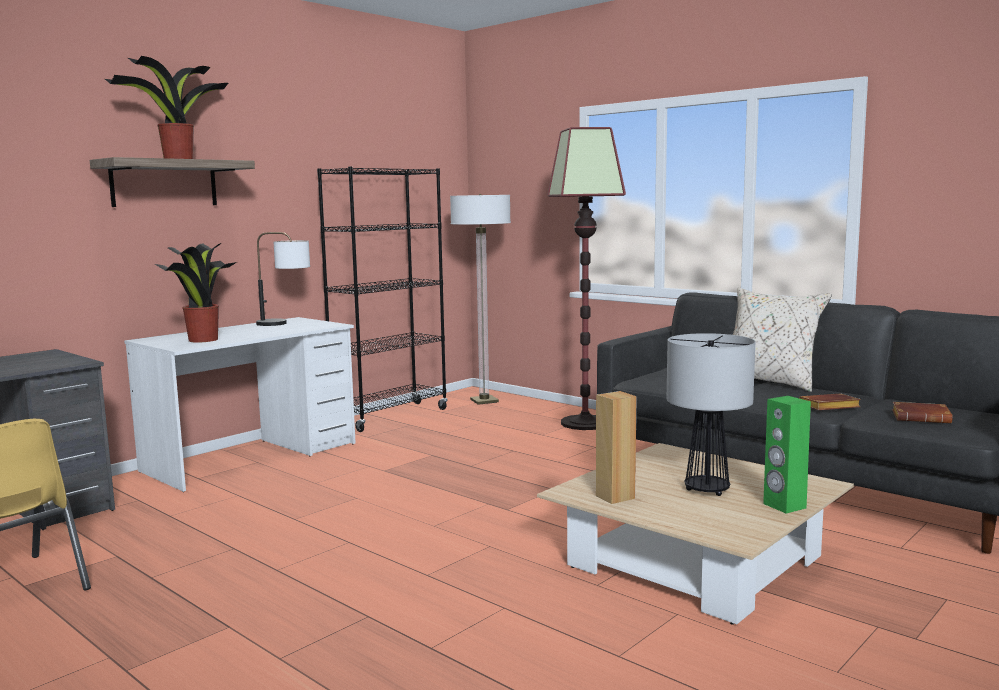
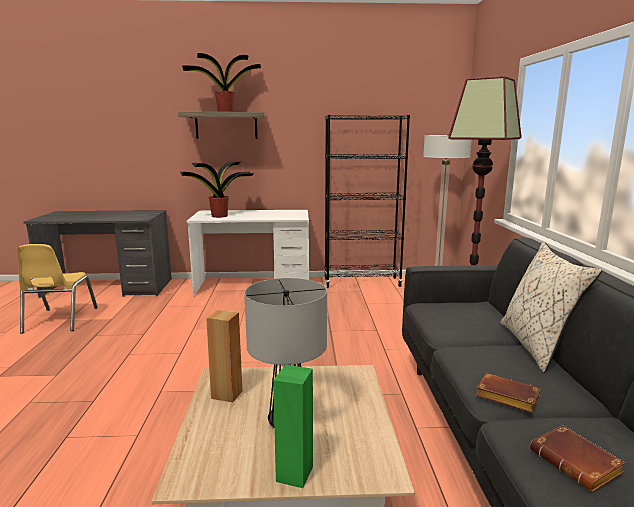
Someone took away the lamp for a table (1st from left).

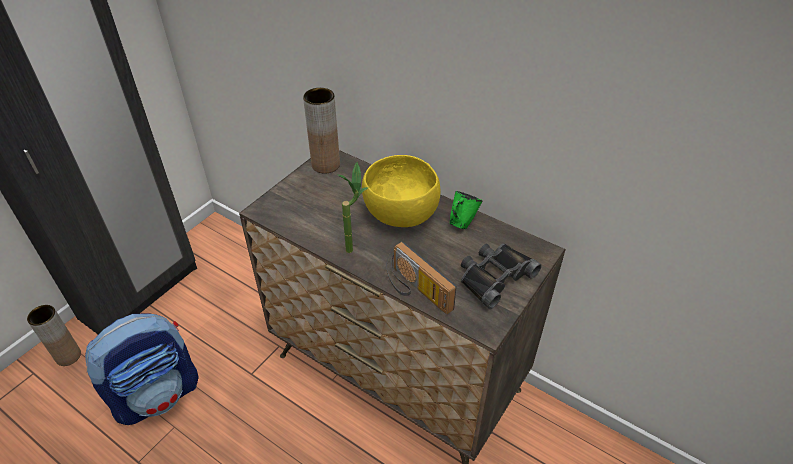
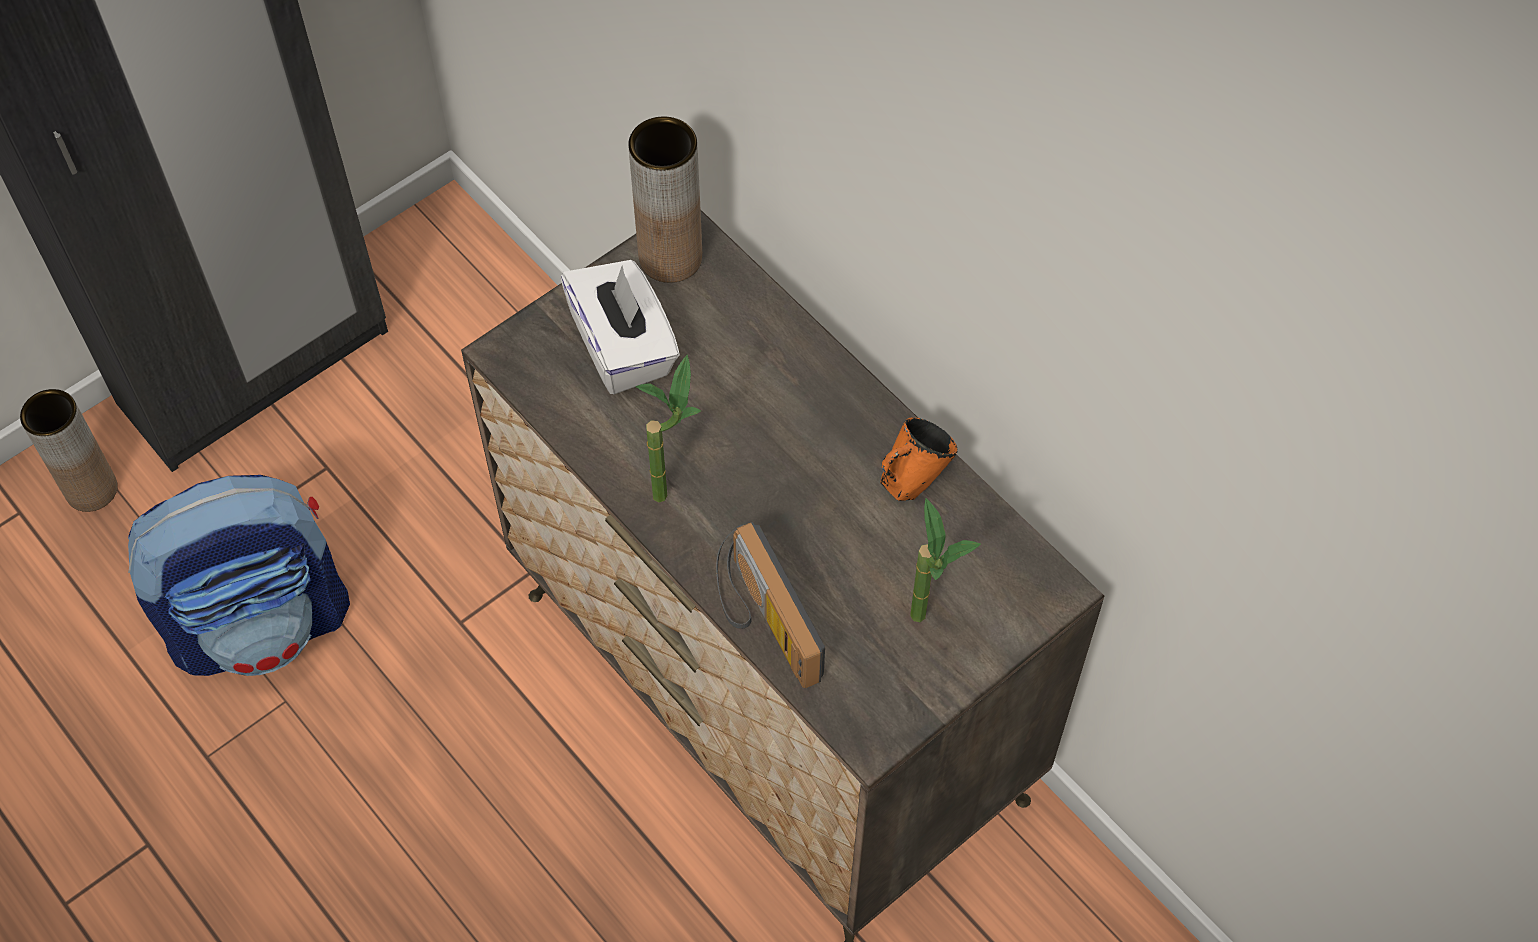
Someone took away the yellow deep dish.
Someone repainted the green mug, which became the orange mug.
Someone swapped the black-coloured field glasses for the houseplant (2nd from left).
Someone put down the white tissue box.

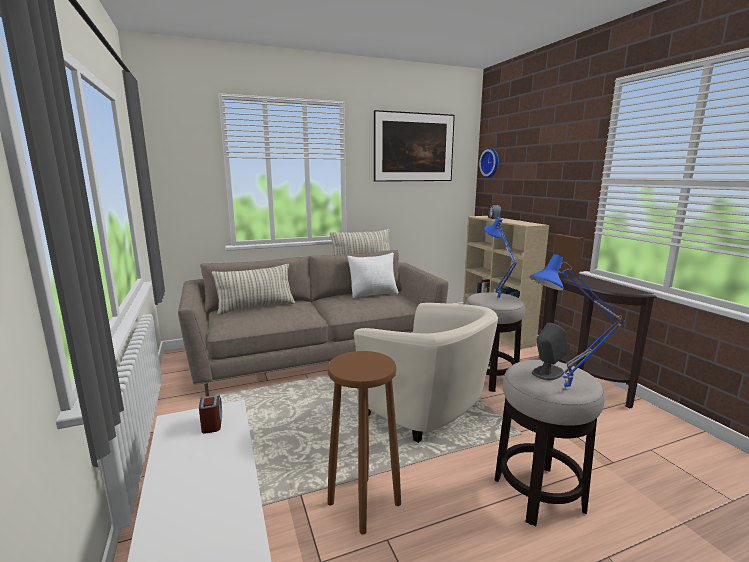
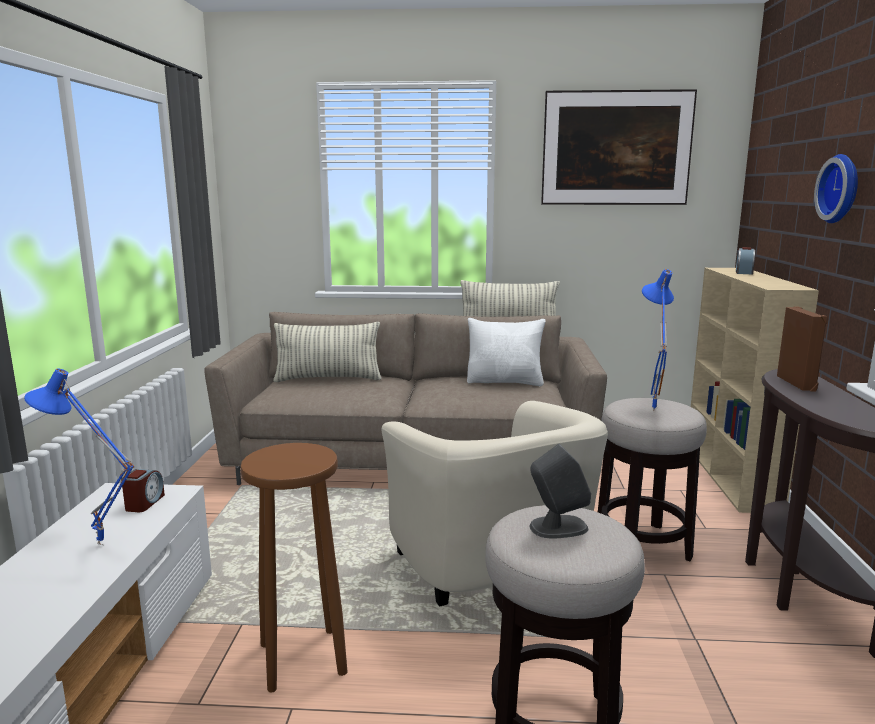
Someone carried the hanging clock.
Someone carried the bluish lamp for a table (2nd from left in the first image).

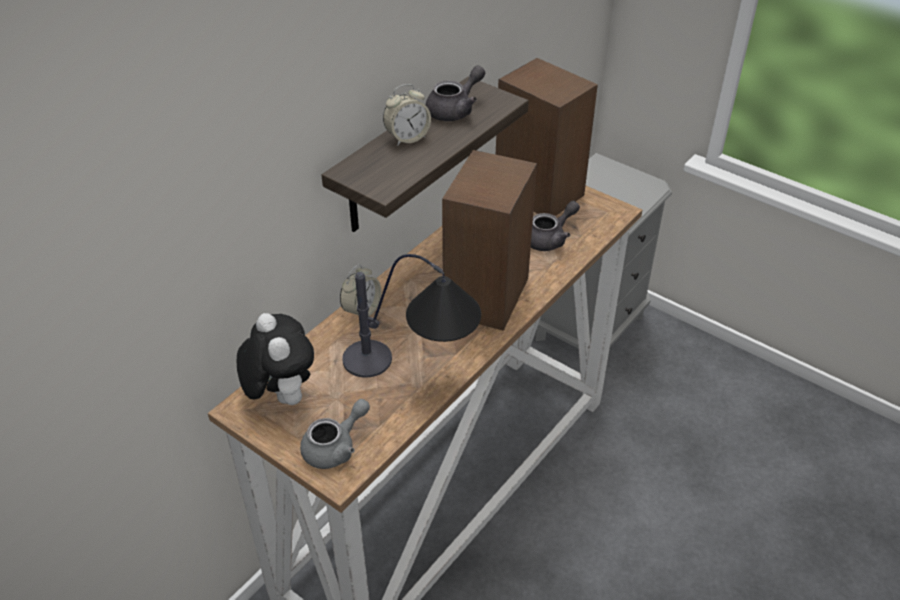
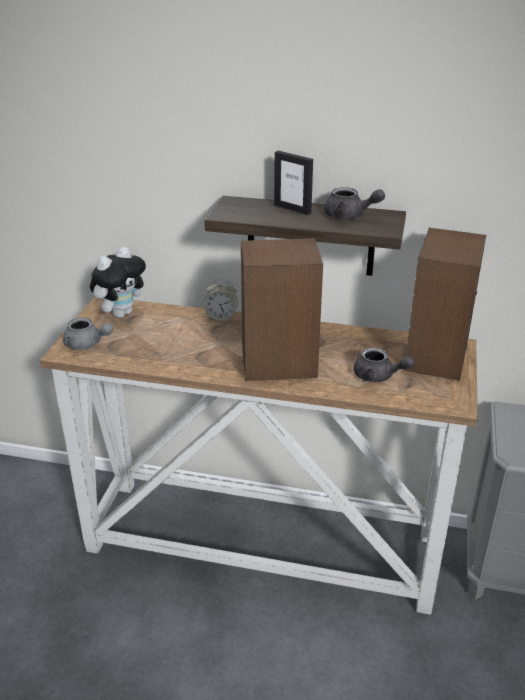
Someone swapped the bedside clock (2nd from left) for the picture frame.
Someone took away the lamp for a table.

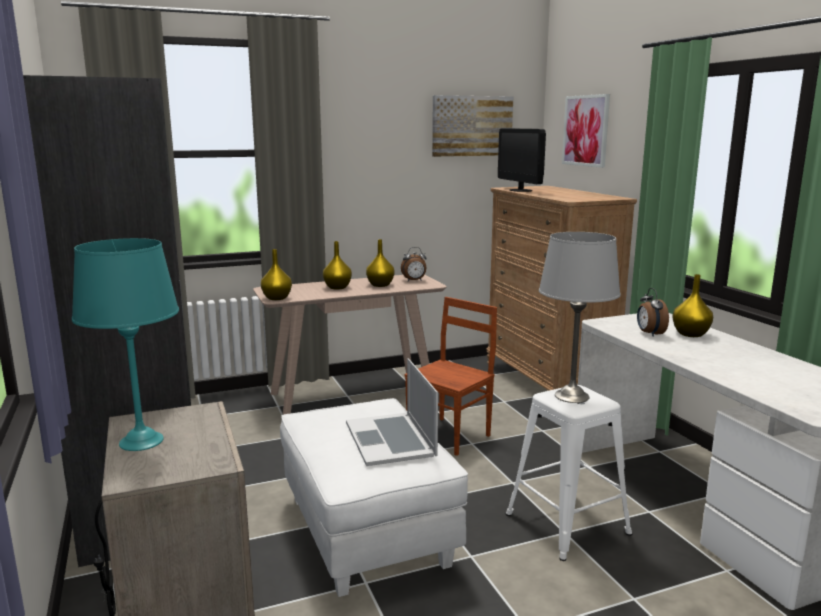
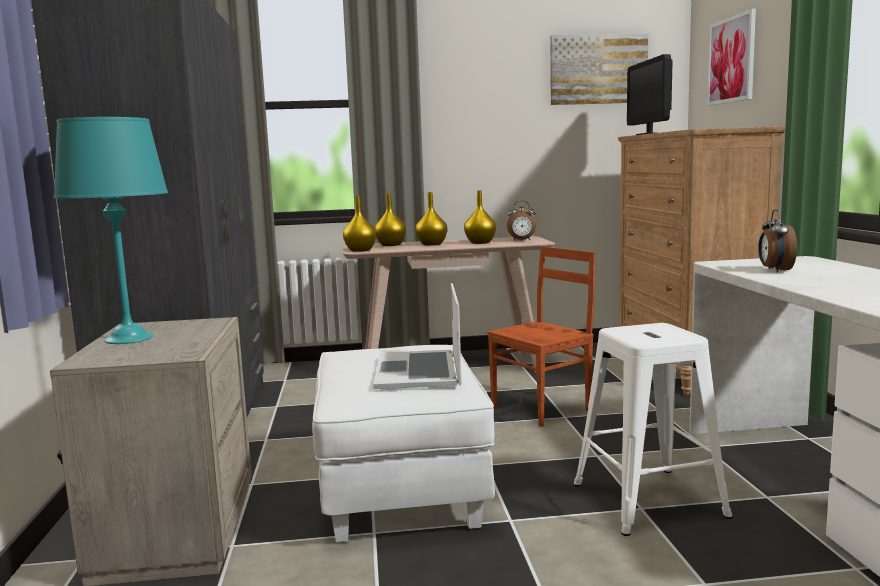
Someone took away the greyish lamp for a table.
Someone carried the yellow vase (4th from left in the first image).

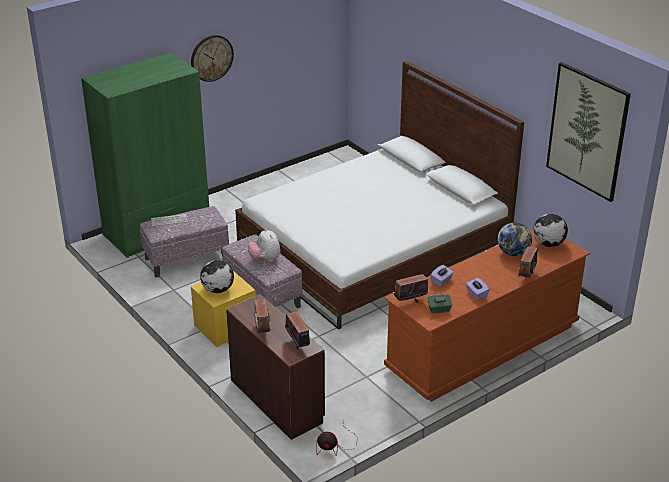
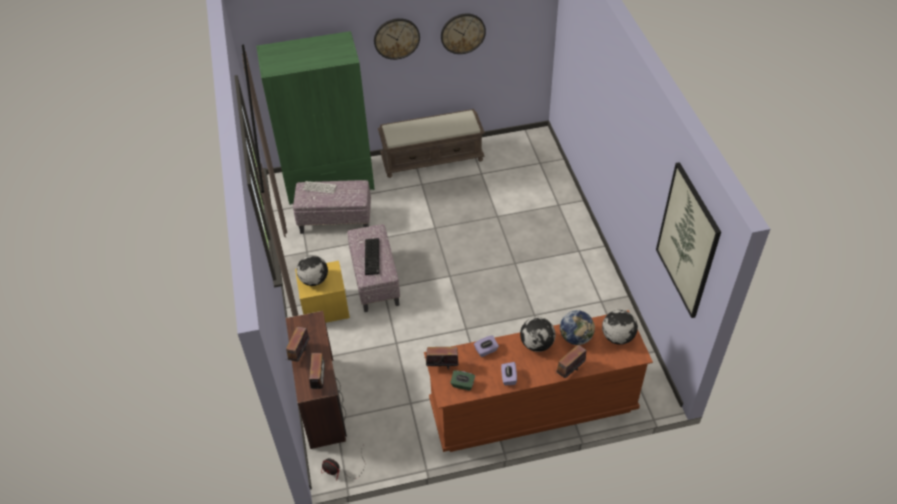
Someone took away the bed.
Someone swapped the plush toy for the computer keyboard (2nd from left).
Someone put up the hanging clock (2nd from left).
Someone put down the brownish long seat.
Someone put down the world globe (2nd from left).

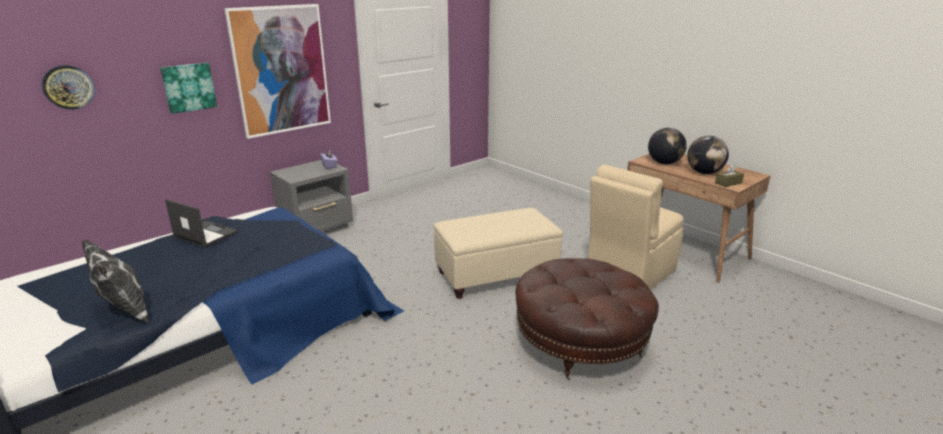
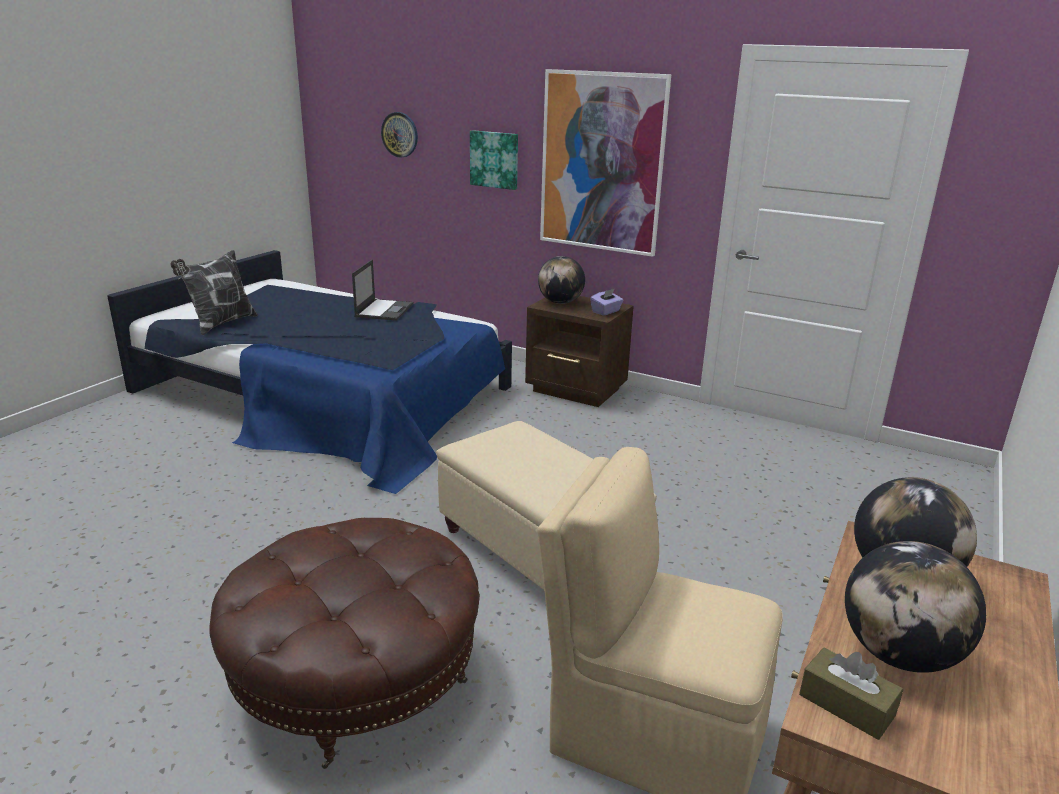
Someone repainted the greyish nightstand, which became the brownish nightstand.
Someone put down the world globe (1st from left).

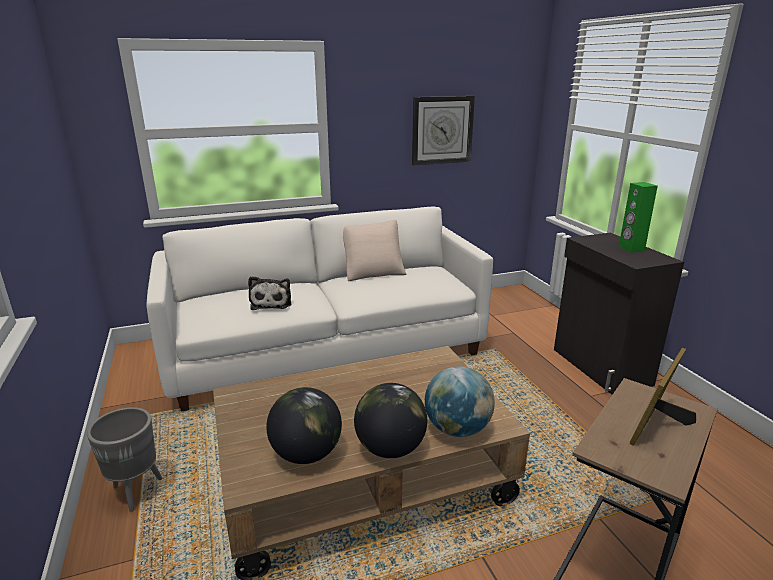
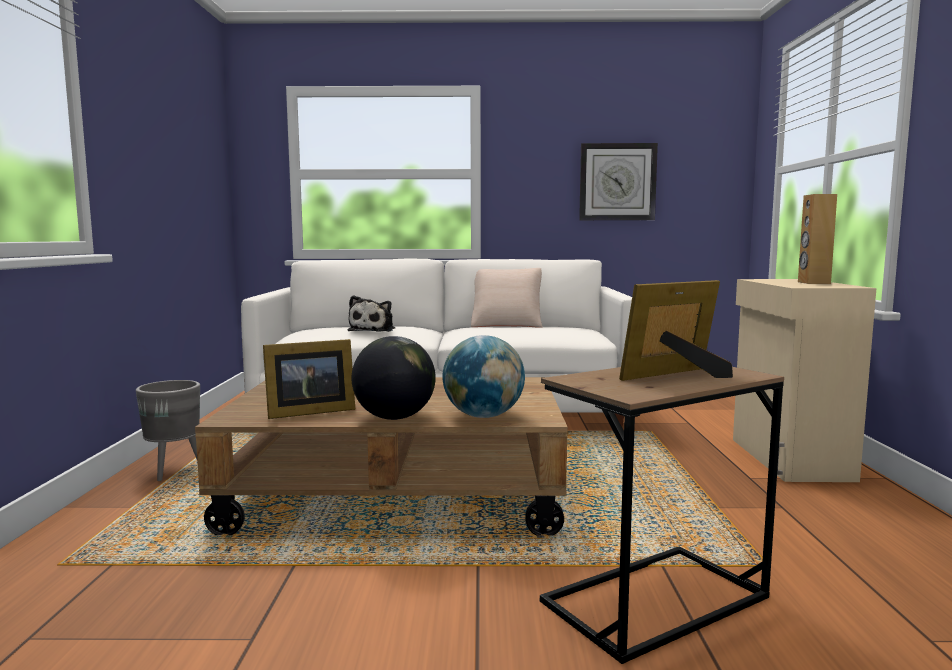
Someone repainted the green audio speaker, which became the brownish audio speaker.
Someone repainted the black-coloured storage cabinet, which became the beige-coloured storage cabinet.
Someone swapped the world globe (1st from left) for the picture frame (1st from left).

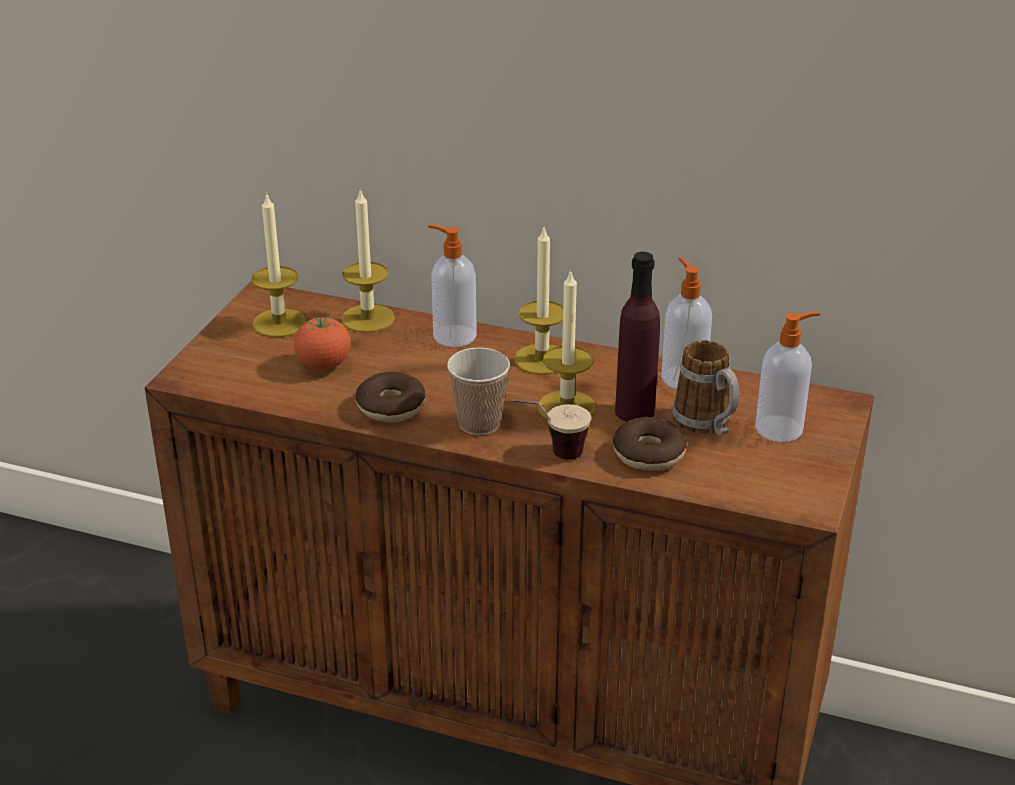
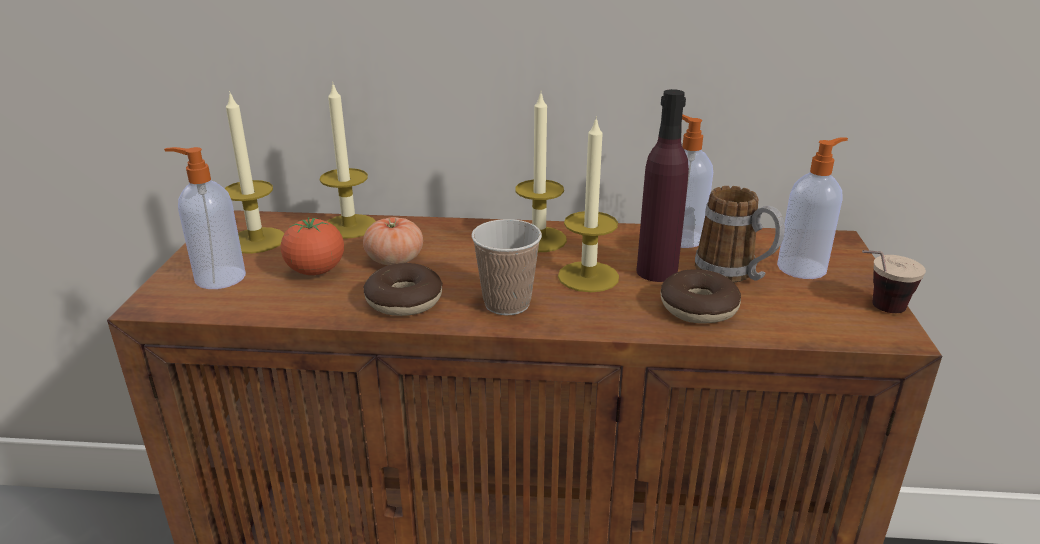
Someone carried the soap bottle (1st from left).
Someone carried the small cup (2nd from left).
Someone put down the whole tomato (2nd from left).

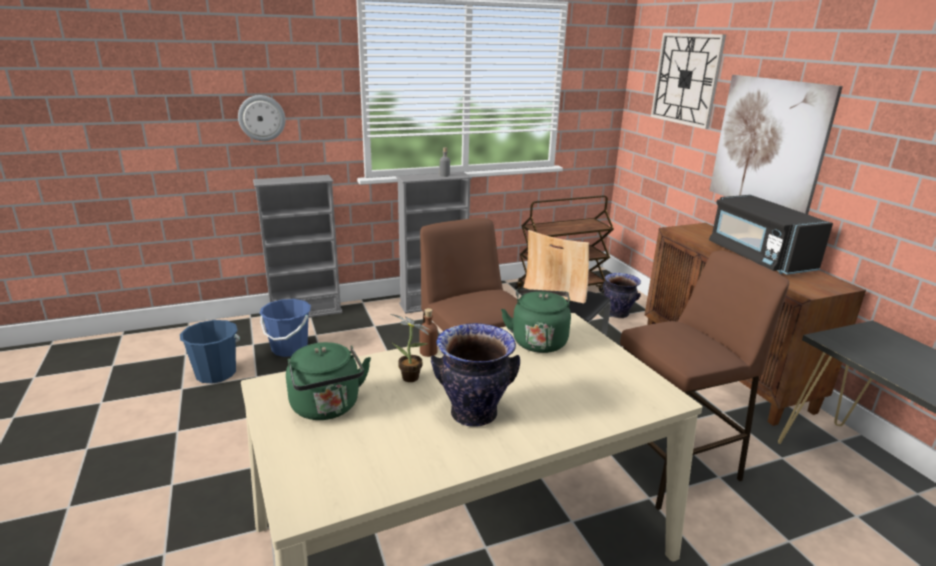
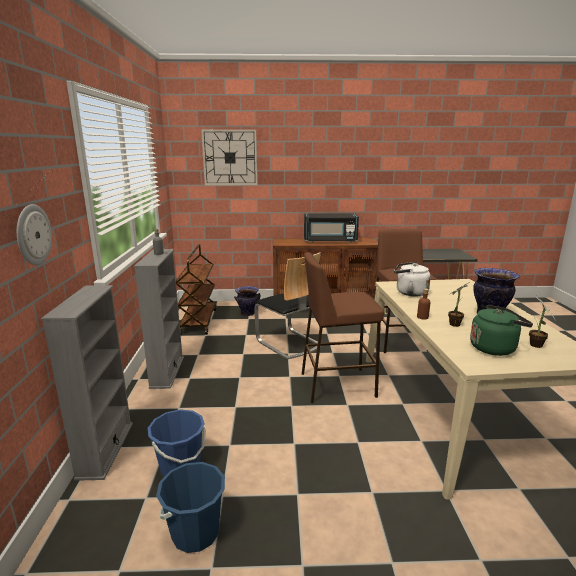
Someone took away the picture.
Someone repainted the green kettle (2nd from left), which became the white kettle.
Someone put down the houseplant (2nd from left).

